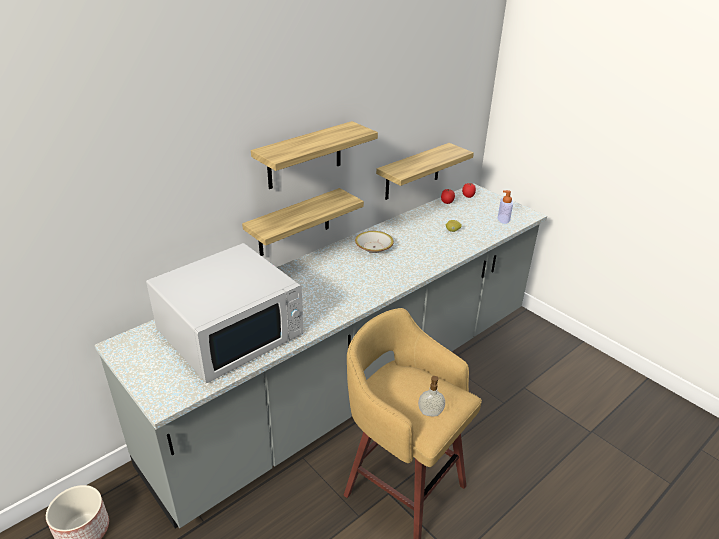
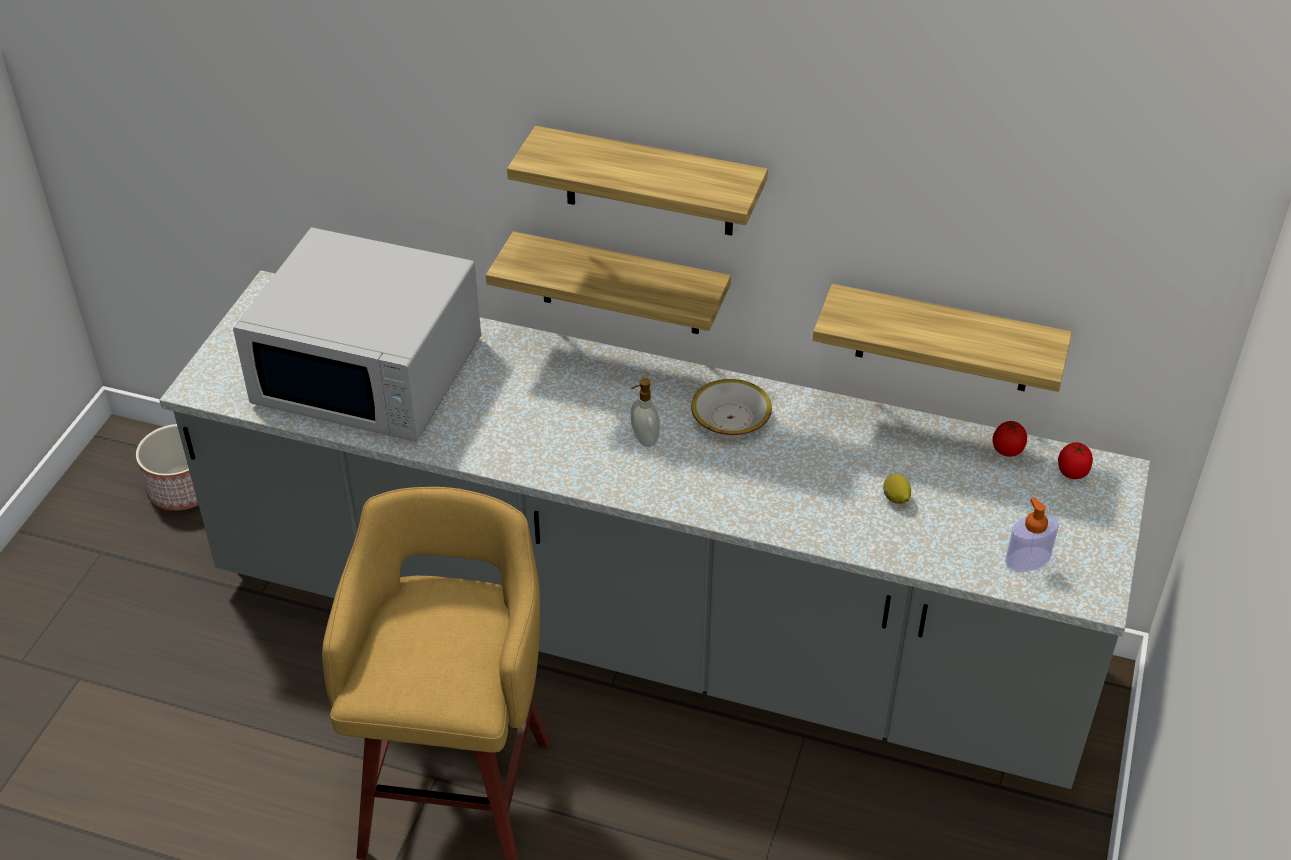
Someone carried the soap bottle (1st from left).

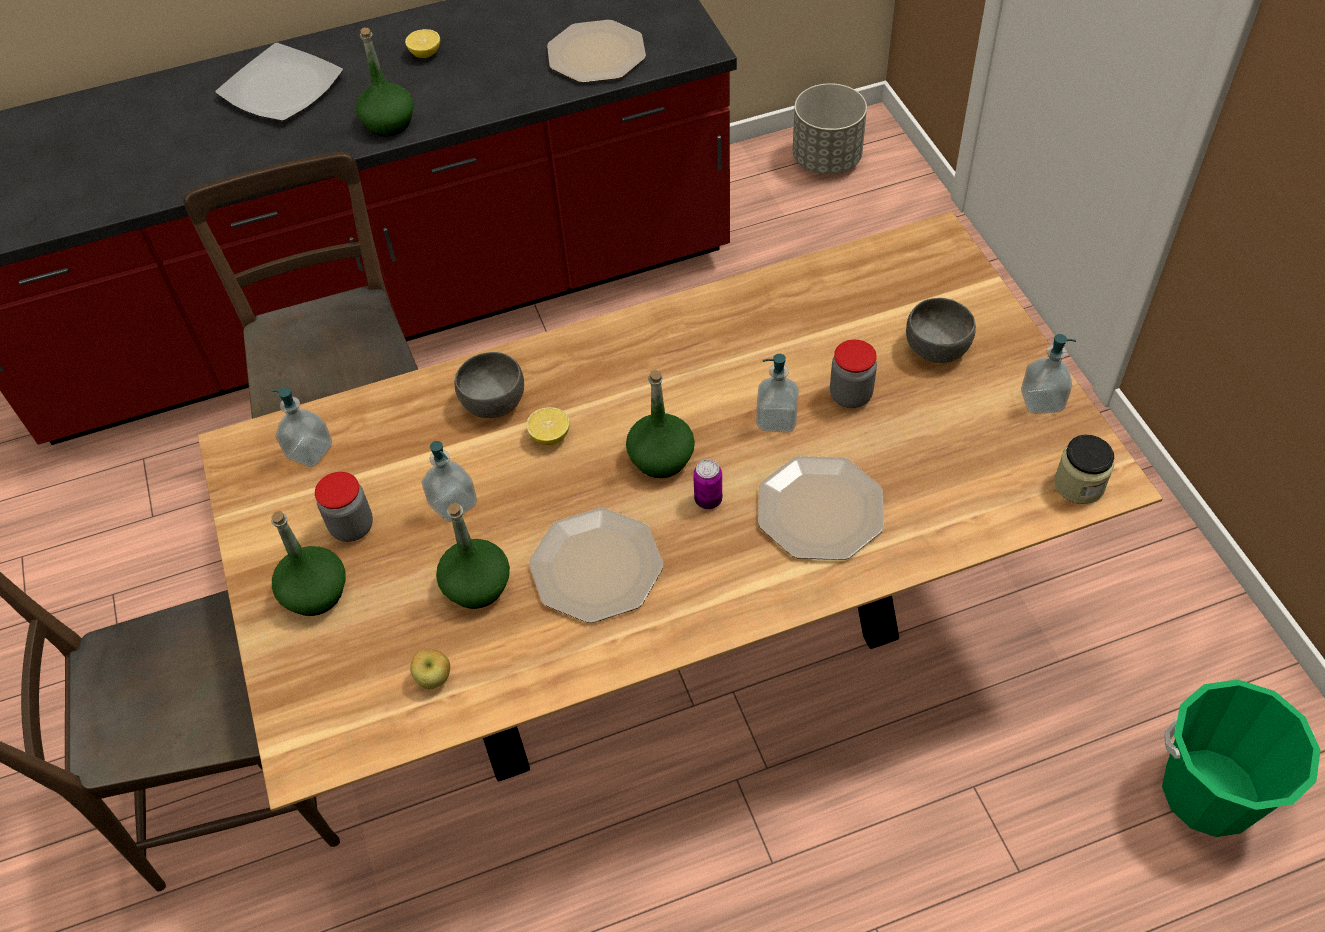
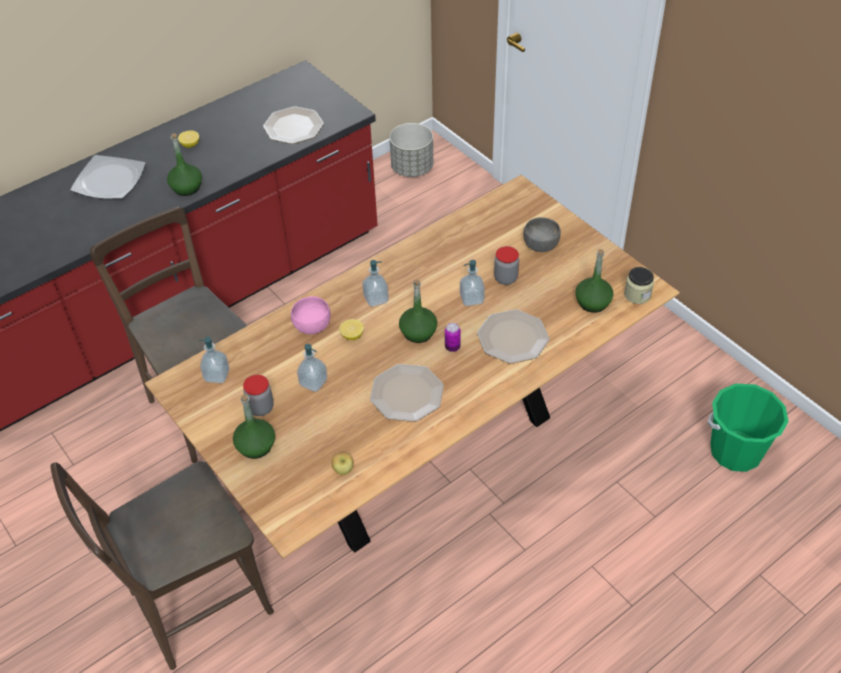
Someone carried the soap bottle (4th from left in the first image).
Someone repainted the greyish deep dish (1st from left), which became the pink-coloured deep dish.
Someone carried the green bottle (3rd from left in the first image).

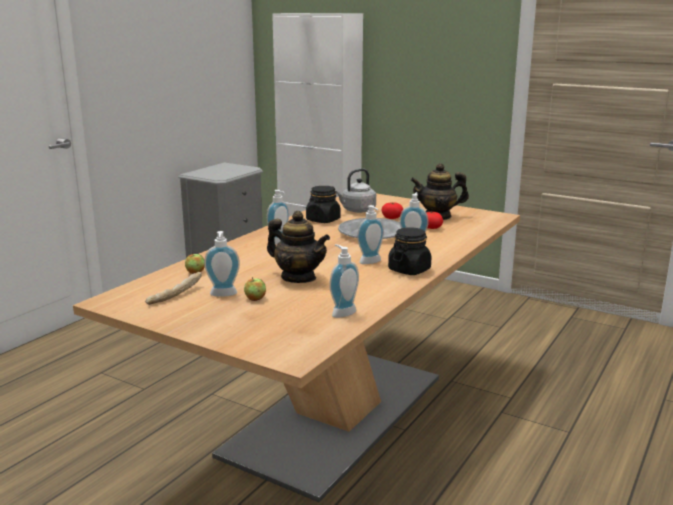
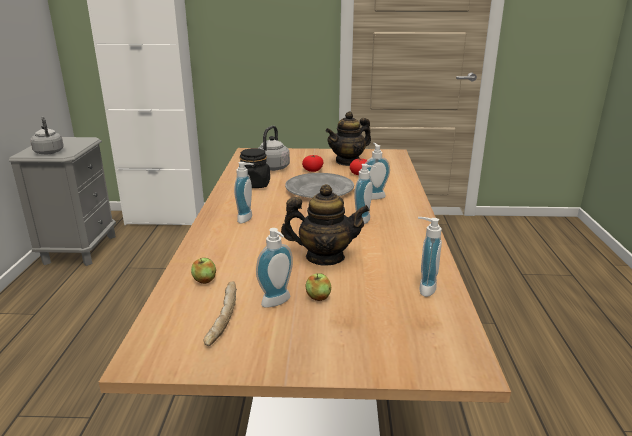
Someone took away the black-coloured preserve jar (2nd from left).
Someone put down the greyish kettle (1st from left).

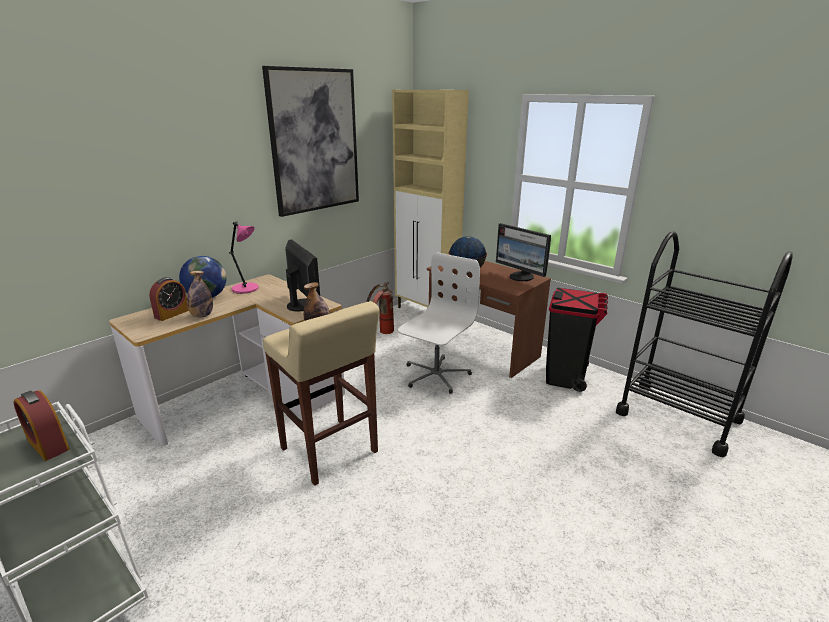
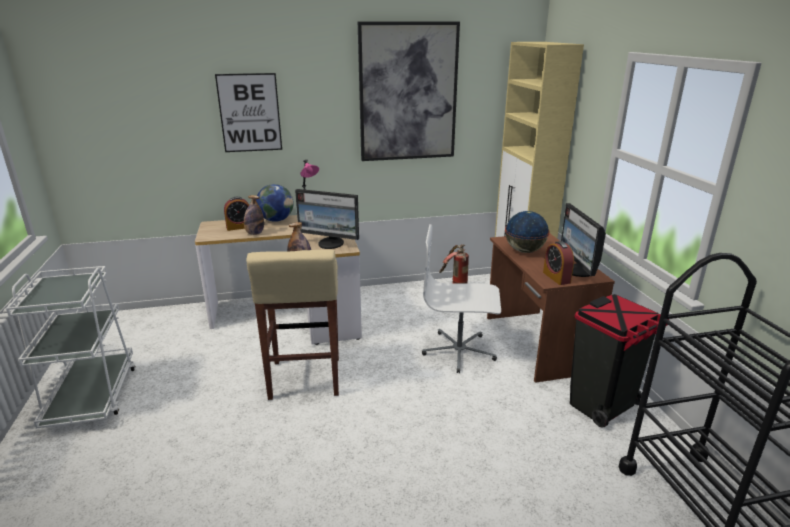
Someone rotated the monitor (1st from left) by 105 degrees clockwise.
Someone rotated the white office chair by 150 degrees counterclockwise.
Someone carried the bedside clock (1st from left in the first image).
Someone put up the picture (1st from left).

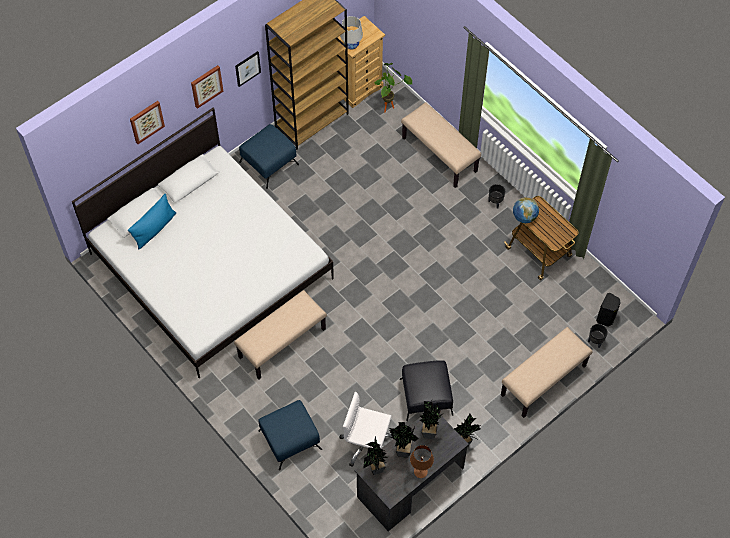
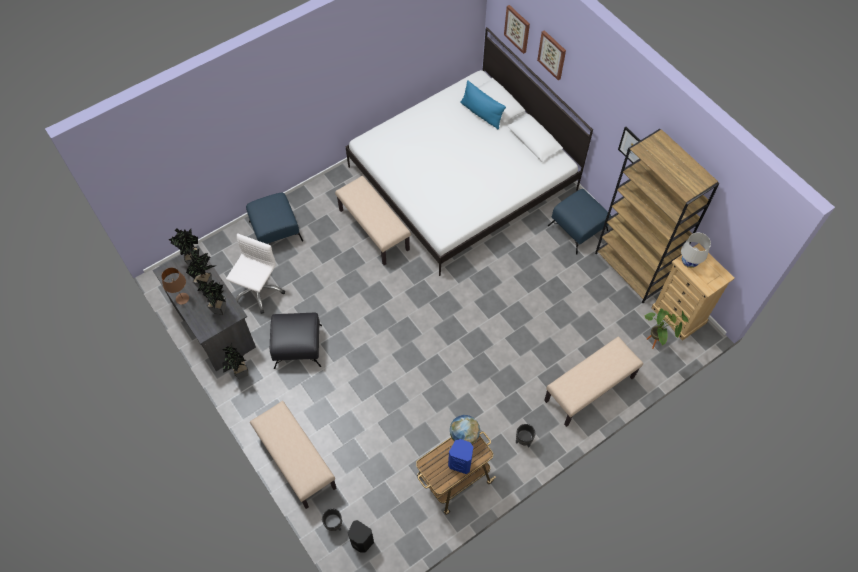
Someone carried the picture (2nd from left in the first image).
Someone put down the bluish audio speaker.

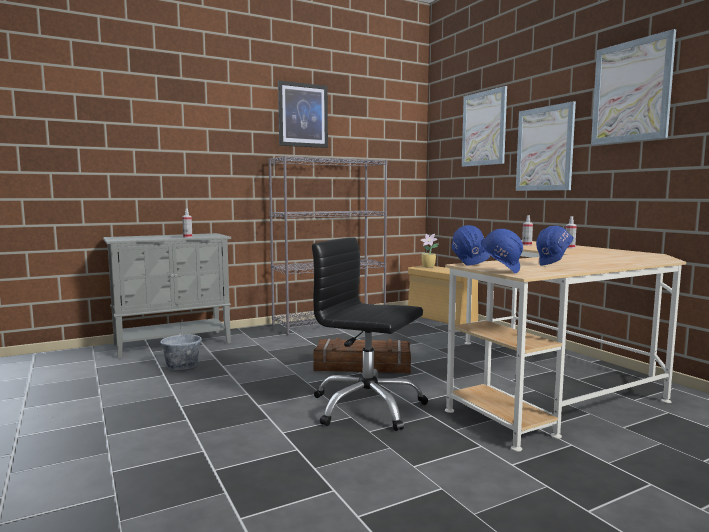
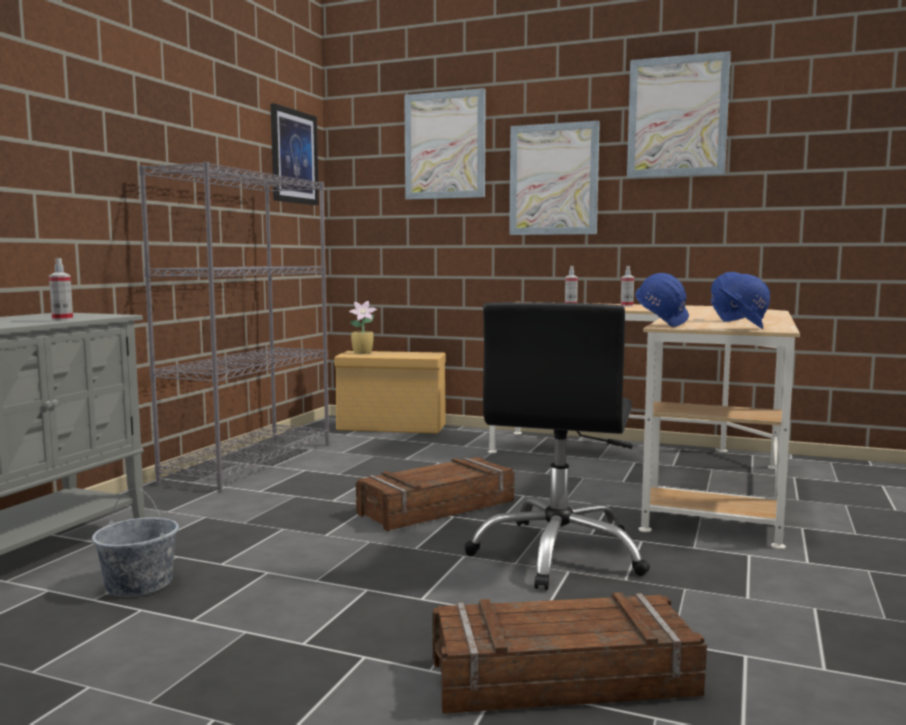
Someone carried the picture (1st from left).
Someone rotated the black-coloured office chair by 60 degrees counterclockwise.
Someone put down the shipping crate (2nd from left).

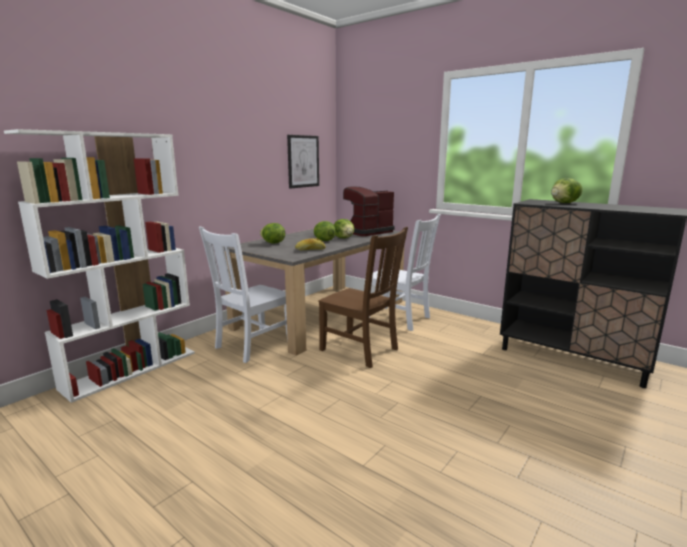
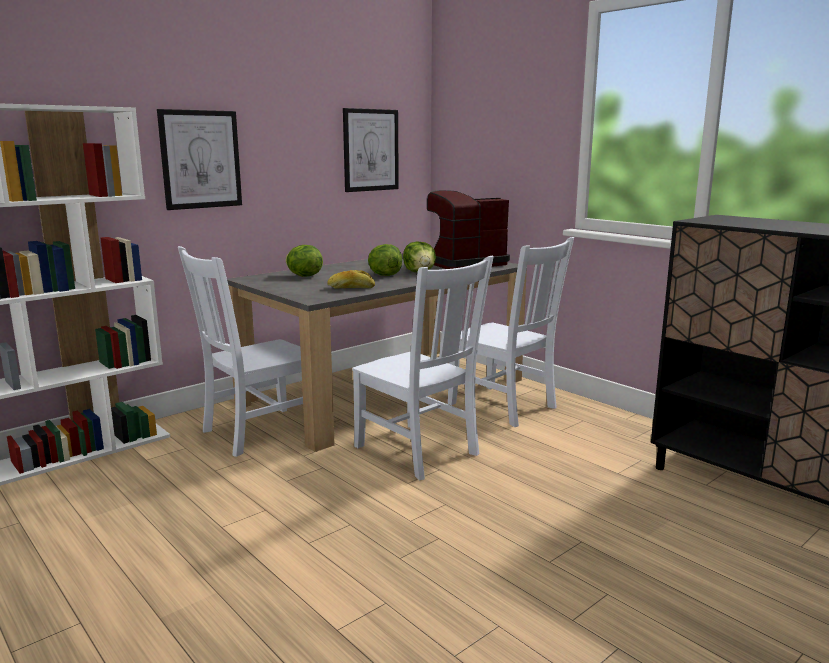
Someone took away the head of lettuce (4th from left).
Someone repainted the brownish chair, which became the white chair (2nd from left).
Someone put up the picture (1st from left).

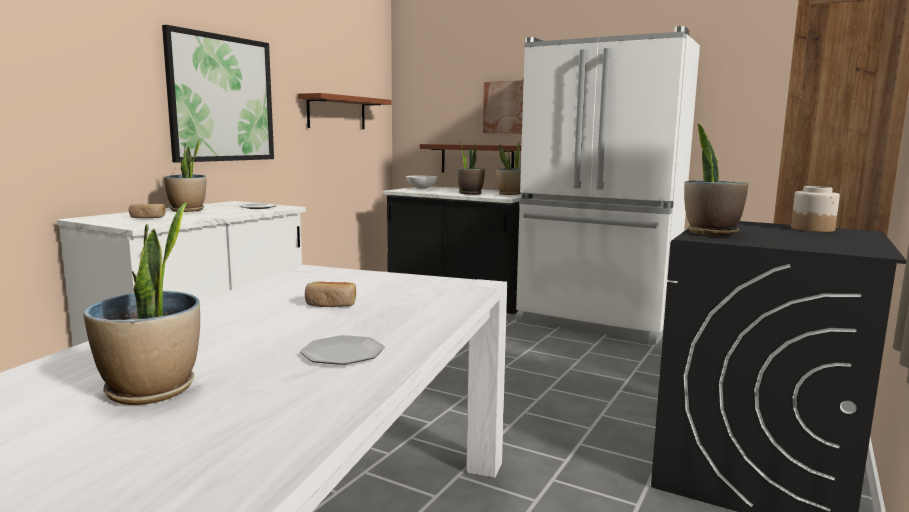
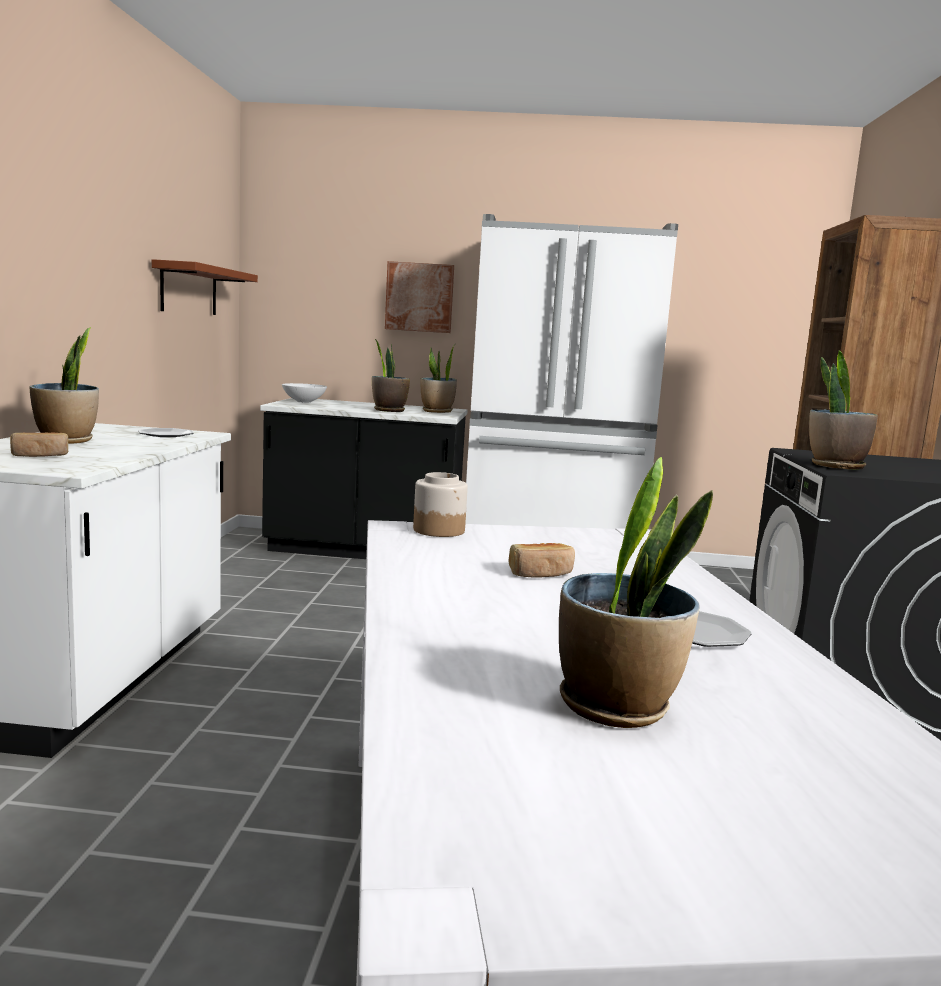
Someone took away the picture (1st from left).
Someone took away the brownish wall shelf (2nd from left).
Someone carried the preserve jar.

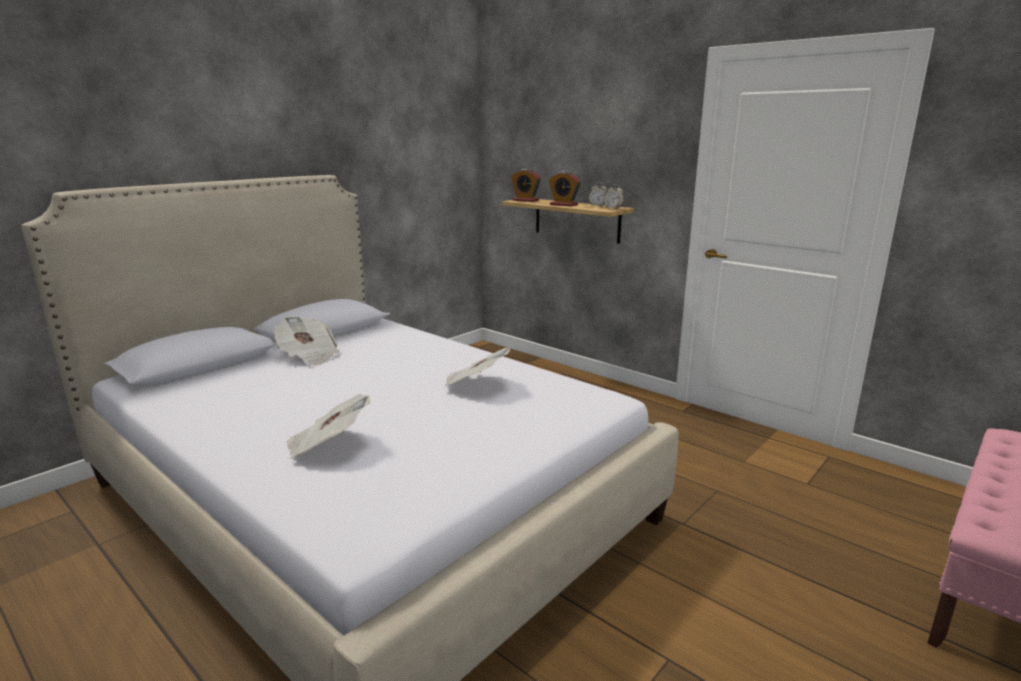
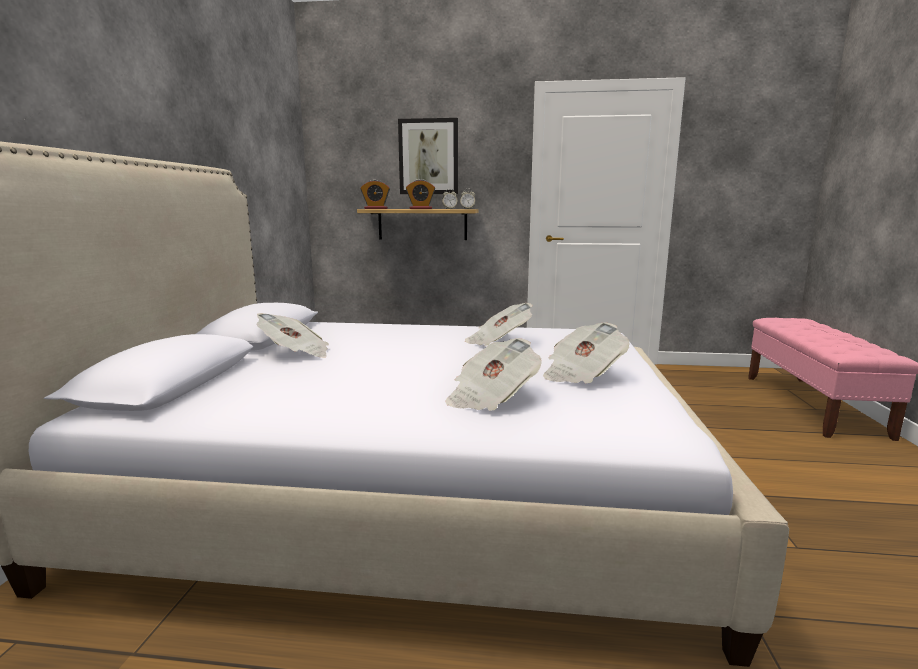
Someone put up the picture.
Someone put down the daily paper (4th from left).

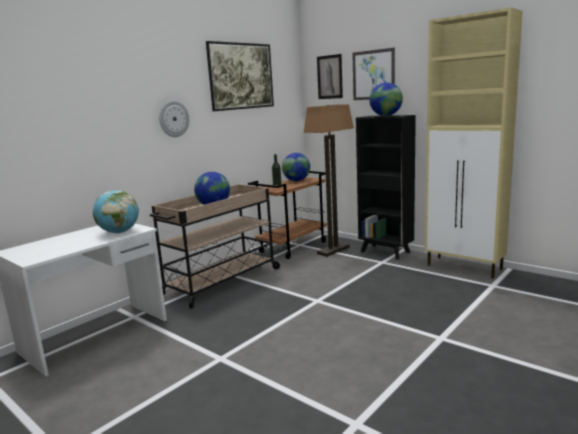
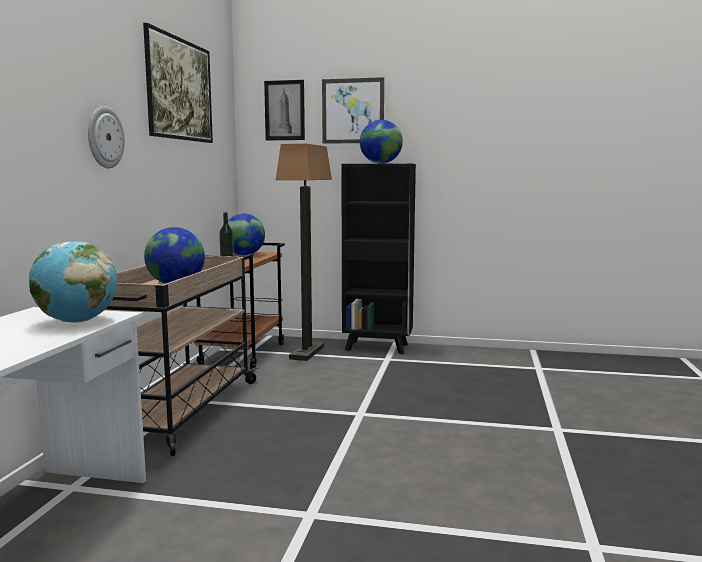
Someone took away the beige-coloured storage cabinet.

